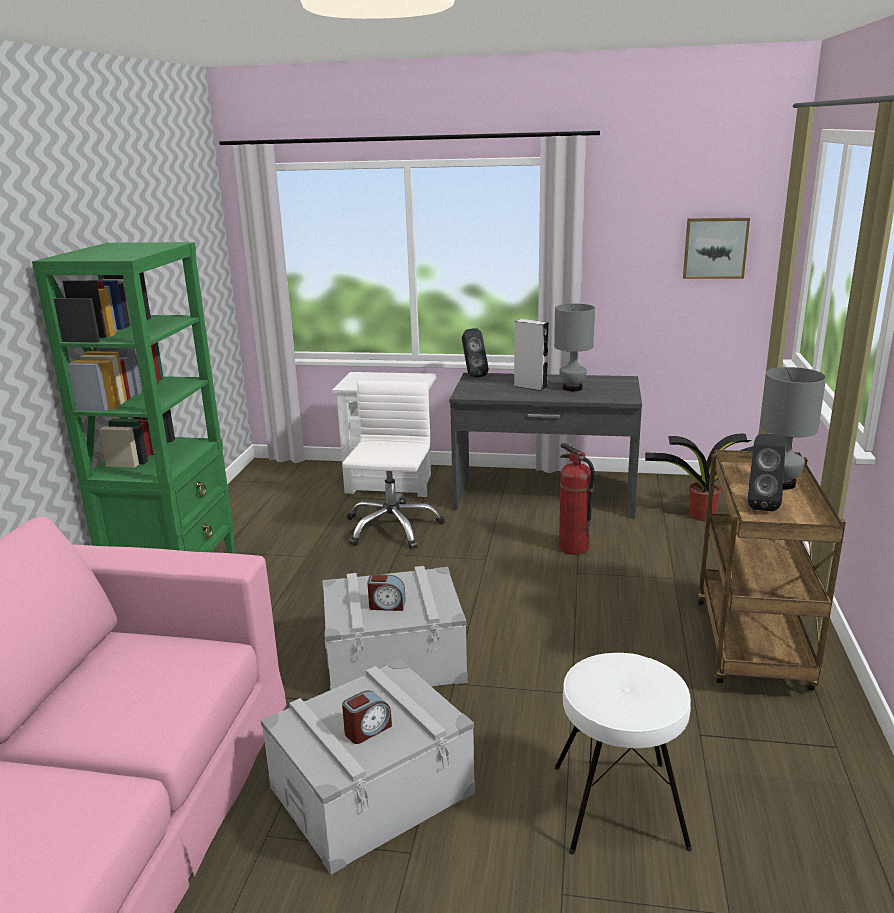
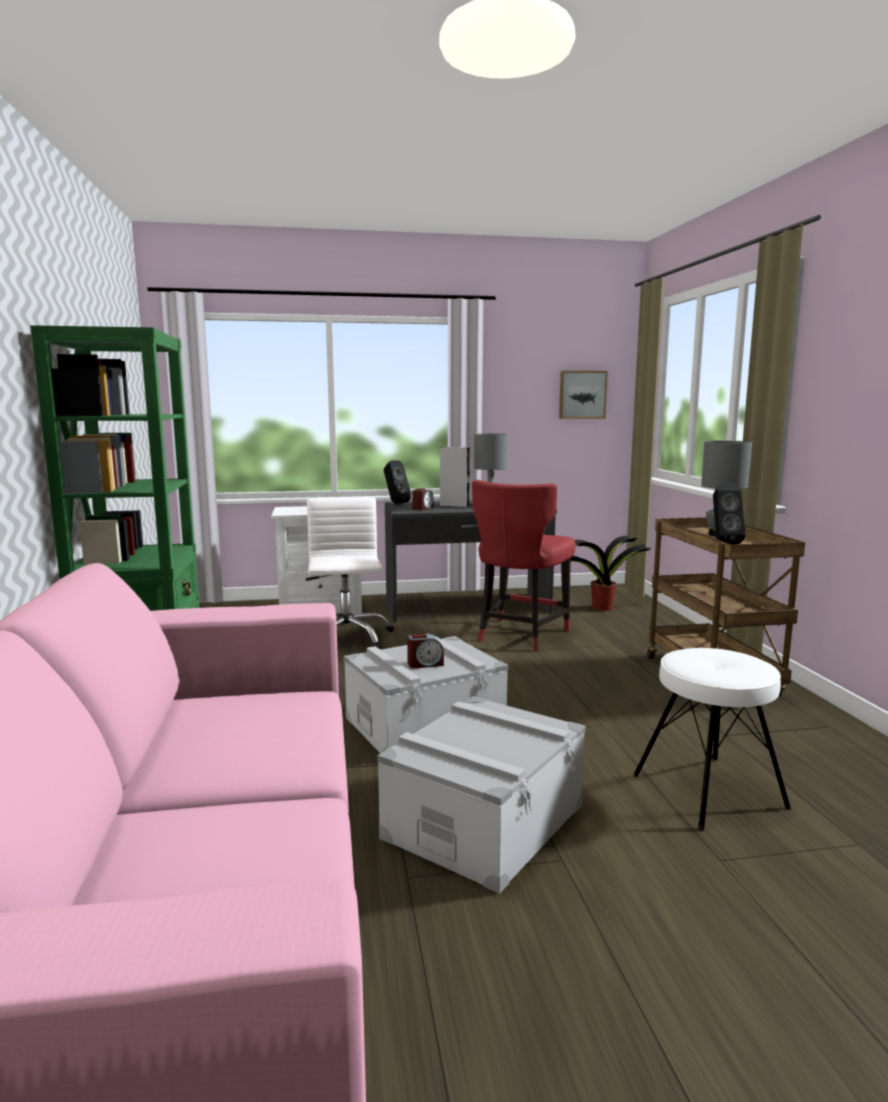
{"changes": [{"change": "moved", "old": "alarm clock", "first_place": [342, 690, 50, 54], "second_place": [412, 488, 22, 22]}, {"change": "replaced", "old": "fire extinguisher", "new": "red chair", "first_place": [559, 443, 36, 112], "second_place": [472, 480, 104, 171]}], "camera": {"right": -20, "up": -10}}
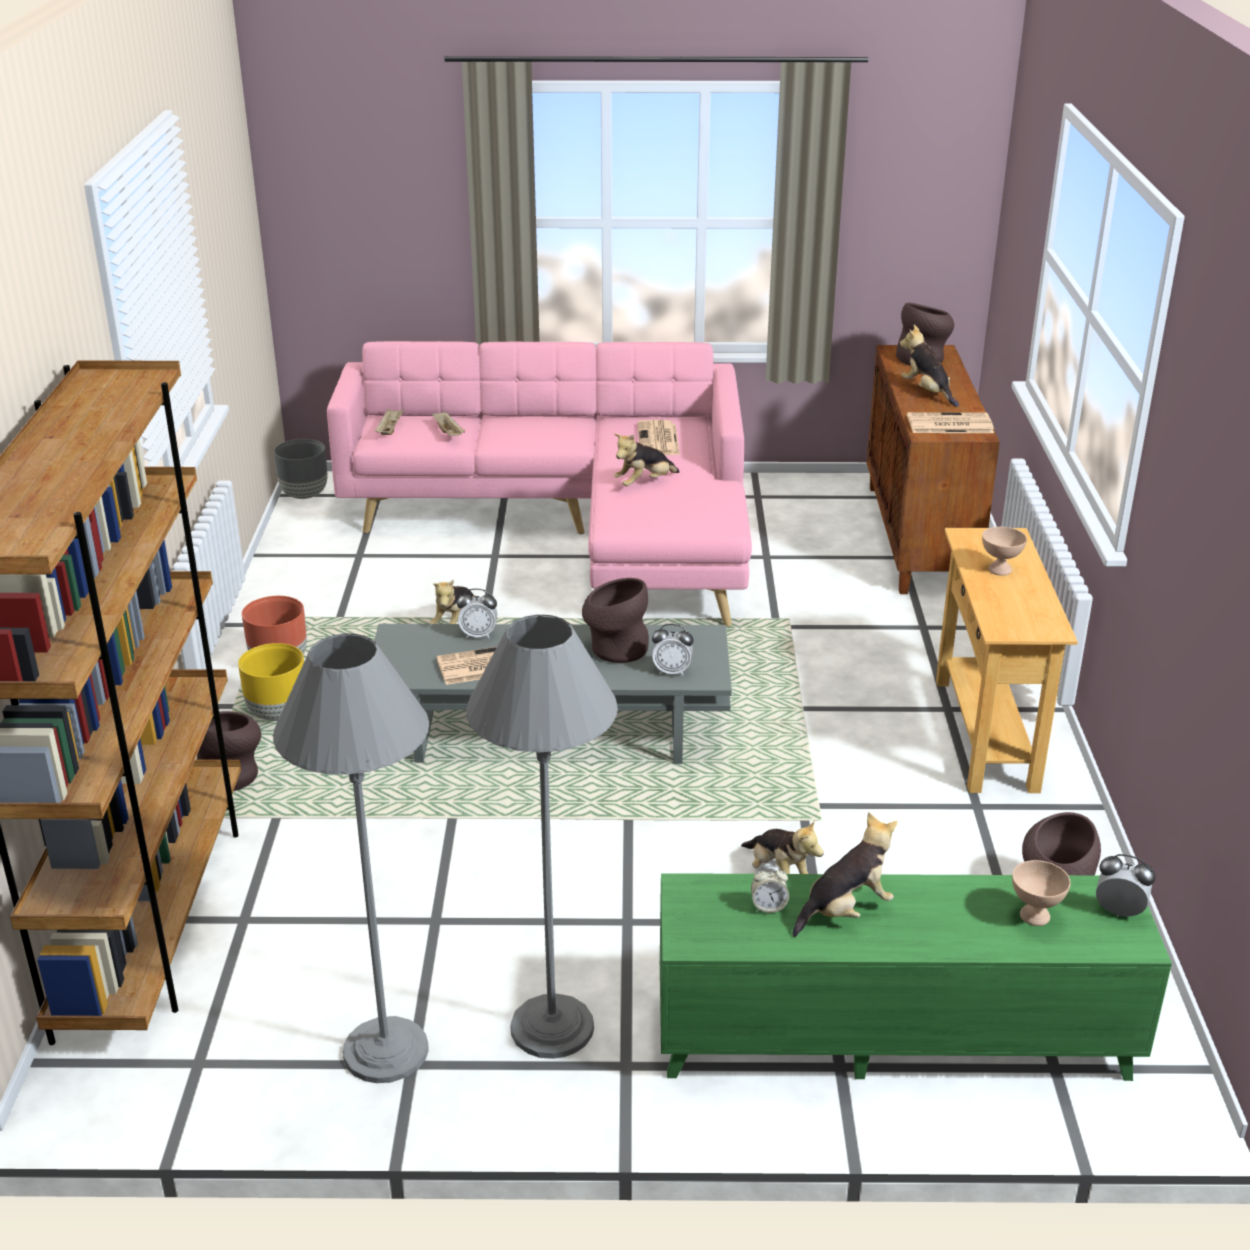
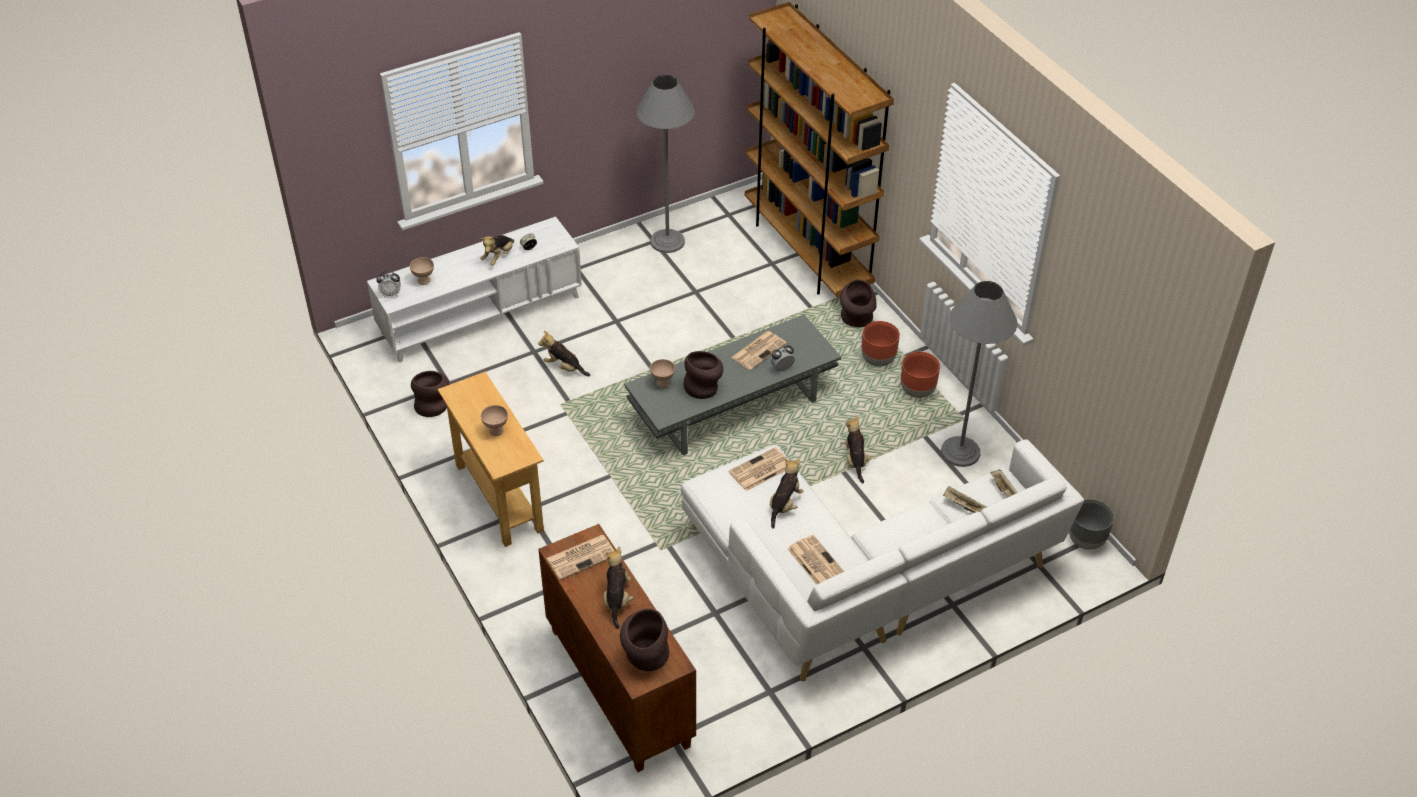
{"changes": [{"change": "recoloured", "old": "green tv stand", "new": "white tv stand", "first_place": [660, 873, 512, 208], "second_place": [367, 217, 215, 145]}, {"change": "turned", "old": "plush toy", "first_place": [900, 325, 59, 82], "second_place": [603, 546, 31, 83], "degrees": -120}, {"change": "replaced", "old": "alarm clock", "new": "beige bowl", "first_place": [652, 624, 42, 52], "second_place": [650, 359, 25, 29]}, {"change": "recoloured", "old": "pink sofa", "new": "white sofa", "first_place": [327, 341, 425, 285], "second_place": [681, 439, 403, 242]}, {"change": "added", "new": "newspaper", "second_place": [729, 447, 59, 44]}, {"change": "recoloured", "old": "yellow planter", "new": "brown planter", "first_place": [238, 643, 66, 78], "second_place": [861, 321, 39, 46]}, {"change": "moved", "old": "grey floor lamp", "first_place": [466, 615, 152, 444], "second_place": [941, 281, 76, 186]}], "camera": {"right": 150, "up": 15}}
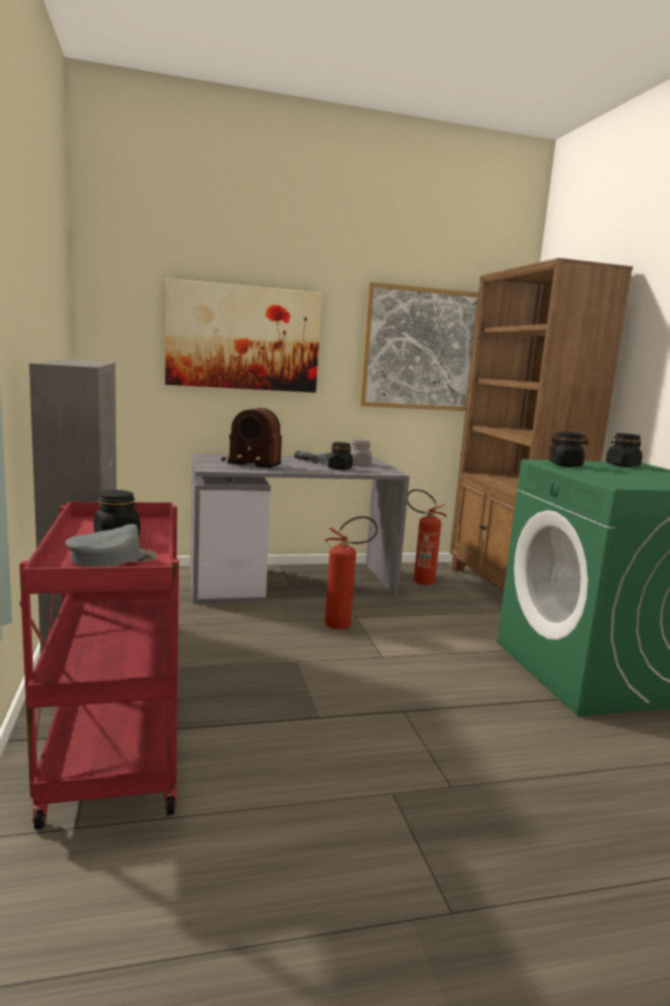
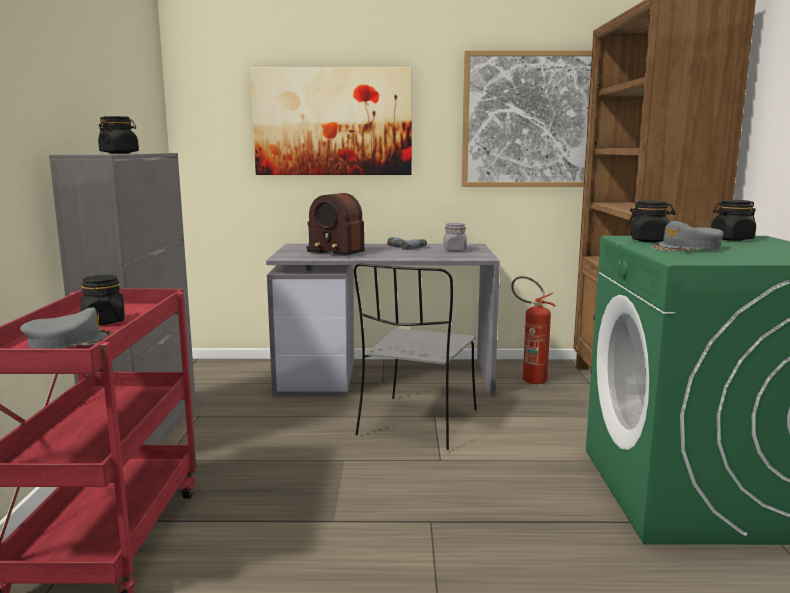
{"changes": [{"change": "moved", "old": "black jar", "first_place": [327, 442, 26, 28], "second_place": [98, 116, 41, 37]}, {"change": "replaced", "old": "fire extinguisher", "new": "grey chair", "first_place": [325, 516, 53, 113], "second_place": [354, 263, 123, 187]}, {"change": "added", "new": "grey cap", "second_place": [651, 221, 73, 31]}], "camera": {"right": 15, "up": 0}}
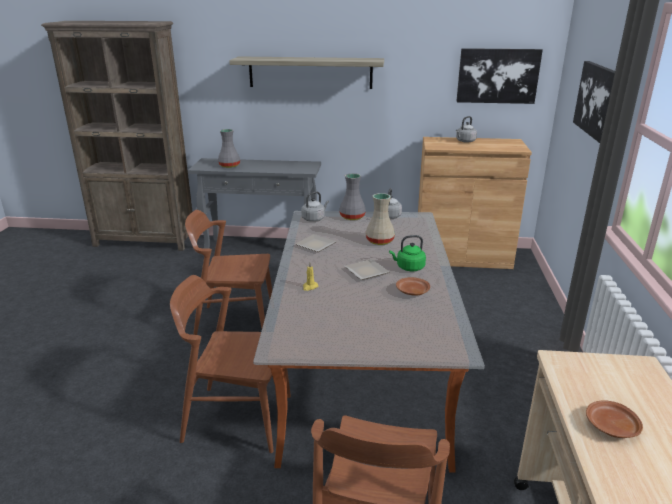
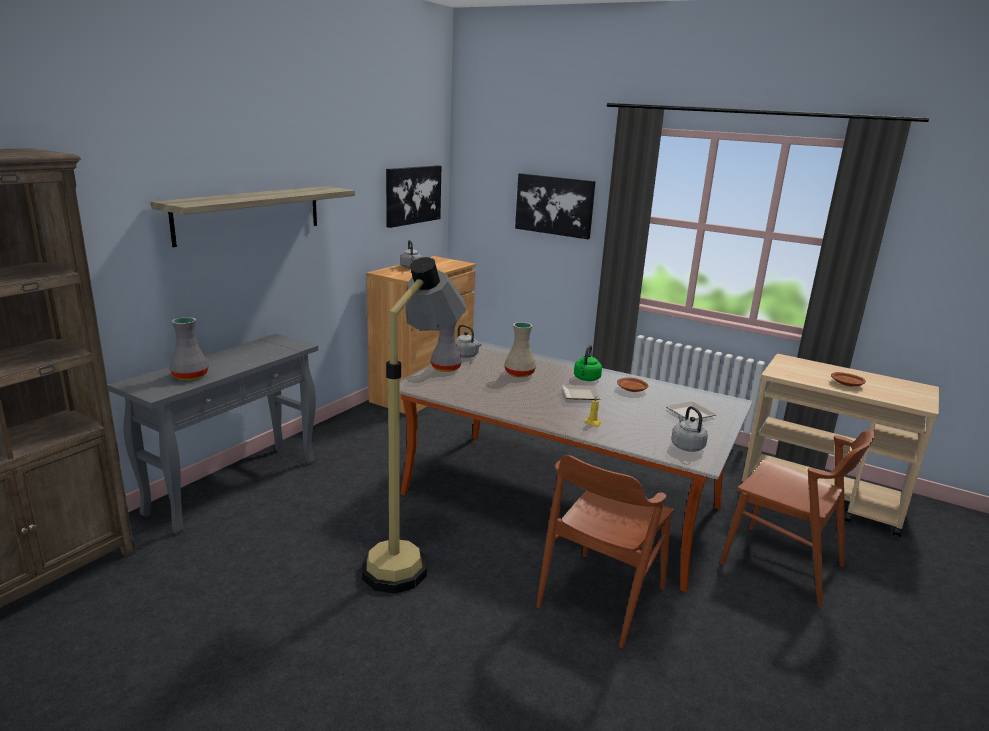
{"changes": [{"change": "replaced", "old": "brown chair", "new": "floor lamp", "first_place": [185, 210, 87, 125], "second_place": [362, 257, 104, 337]}, {"change": "moved", "old": "plate", "first_place": [295, 234, 42, 18], "second_place": [665, 401, 51, 19]}, {"change": "moved", "old": "grey kettle", "first_place": [301, 192, 28, 30], "second_place": [671, 406, 37, 46]}], "camera": {"right": -65, "up": -5}}
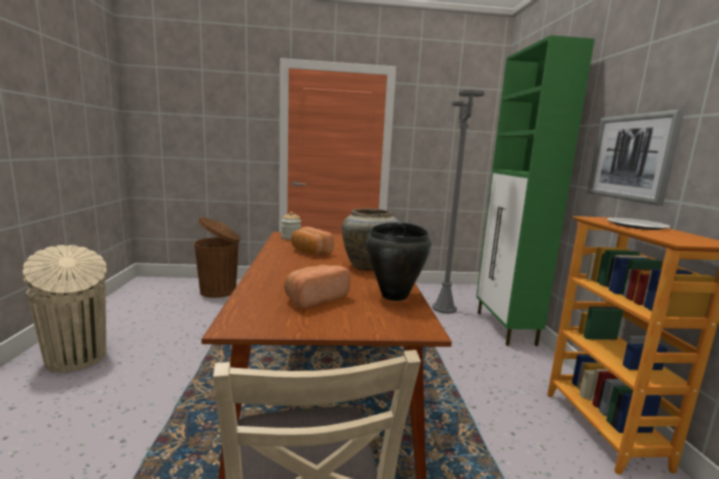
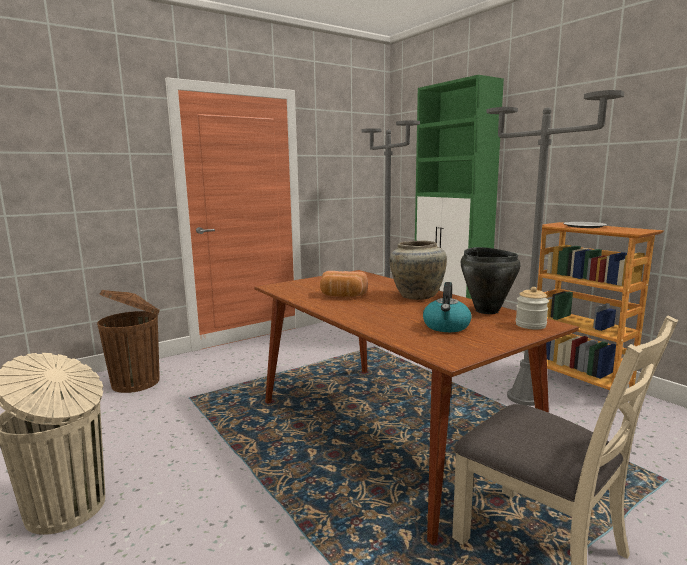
{"changes": [{"change": "replaced", "old": "bread", "new": "kettle", "first_place": [284, 265, 67, 44], "second_place": [423, 282, 49, 50]}, {"change": "added", "new": "grey floor lamp", "second_place": [486, 90, 138, 316]}, {"change": "moved", "old": "jar", "first_place": [281, 212, 20, 28], "second_place": [516, 287, 33, 43]}, {"change": "removed", "old": "picture", "first_place": [587, 109, 97, 97]}], "camera": {"right": -30, "up": 0}}
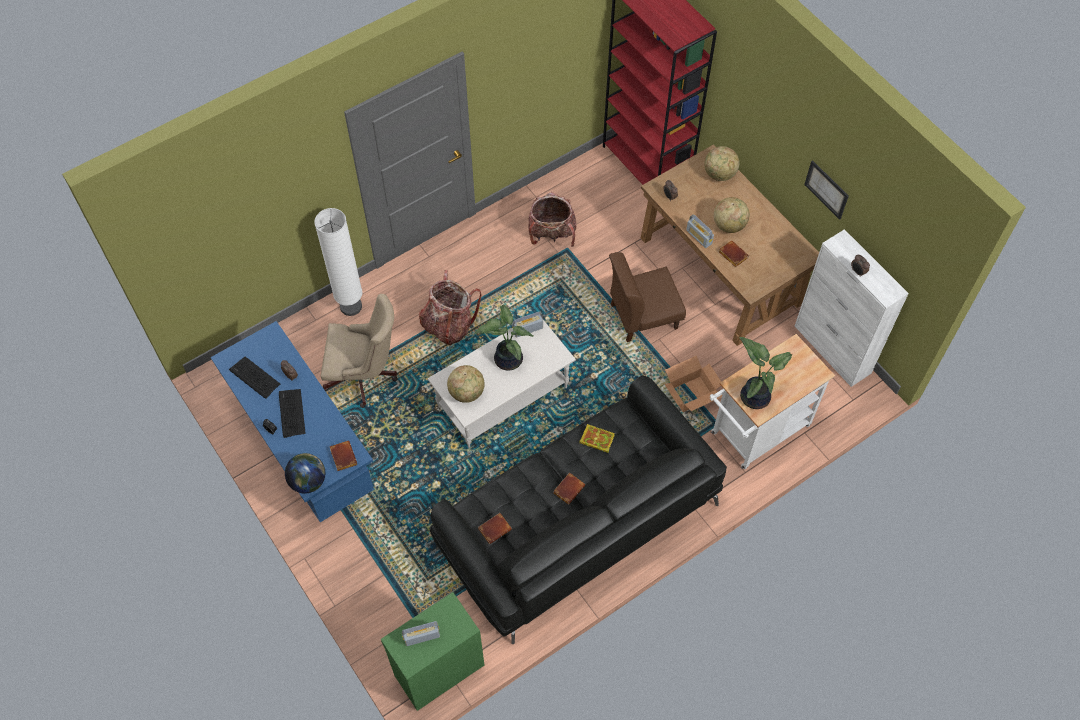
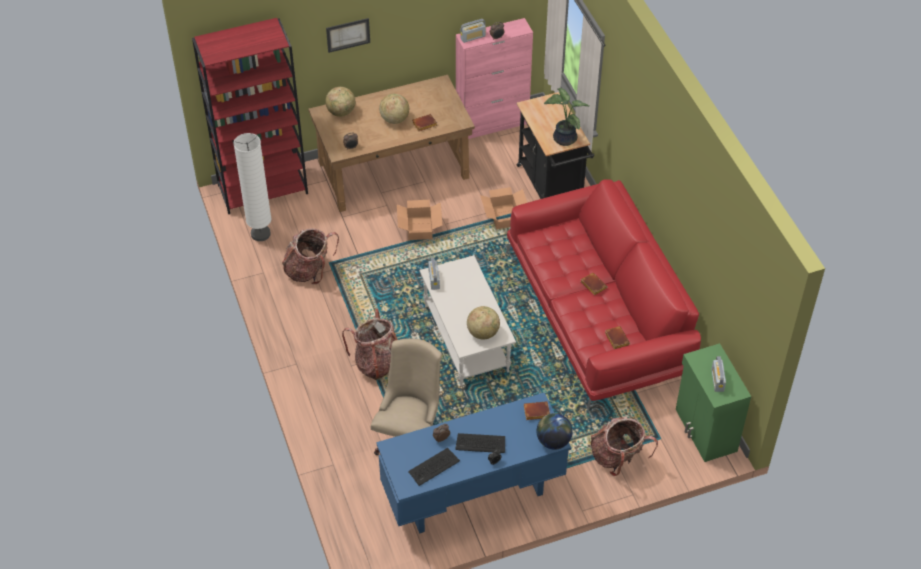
{"changes": [{"change": "moved", "old": "white floor lamp", "first_place": [314, 208, 48, 108], "second_place": [233, 133, 39, 108]}, {"change": "moved", "old": "picture", "first_place": [804, 160, 45, 60], "second_place": [326, 18, 44, 35]}, {"change": "replaced", "old": "brown chair", "new": "cardboard box", "first_place": [609, 252, 77, 90], "second_place": [397, 200, 46, 41]}, {"change": "recoloured", "old": "white cabinet", "new": "pink cabinet", "first_place": [795, 229, 114, 158], "second_place": [456, 18, 77, 121]}, {"change": "moved", "old": "radio", "first_place": [686, 214, 28, 34], "second_place": [460, 19, 26, 24]}, {"change": "recoloured", "old": "black sofa", "new": "red sofa", "first_place": [430, 376, 297, 268], "second_place": [506, 179, 195, 231]}, {"change": "recoloured", "old": "white cart", "new": "black cart", "first_place": [710, 334, 125, 135], "second_place": [517, 92, 77, 107]}, {"change": "added", "new": "backpack", "second_place": [591, 417, 67, 59]}, {"change": "removed", "old": "potted plant", "first_place": [475, 305, 59, 66]}, {"change": "removed", "old": "book", "first_place": [579, 424, 36, 29]}], "camera": {"right": -75, "up": -10}}
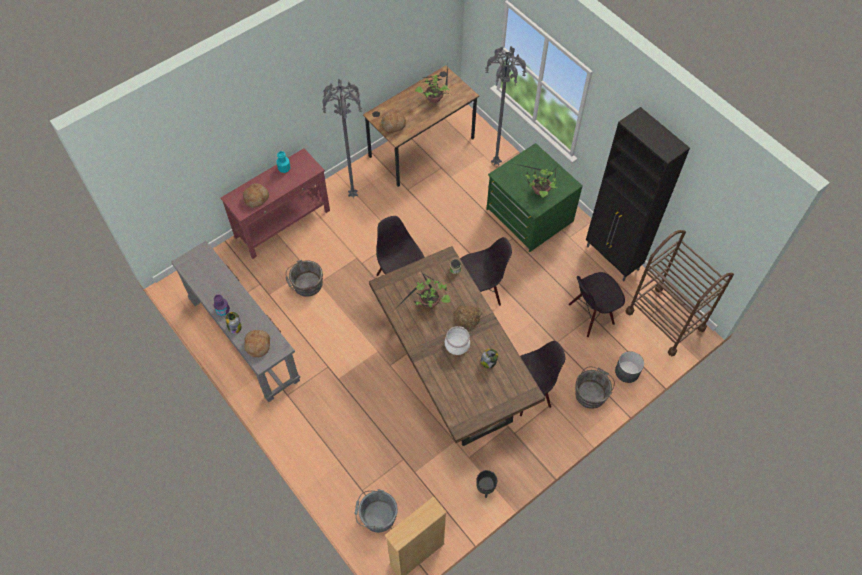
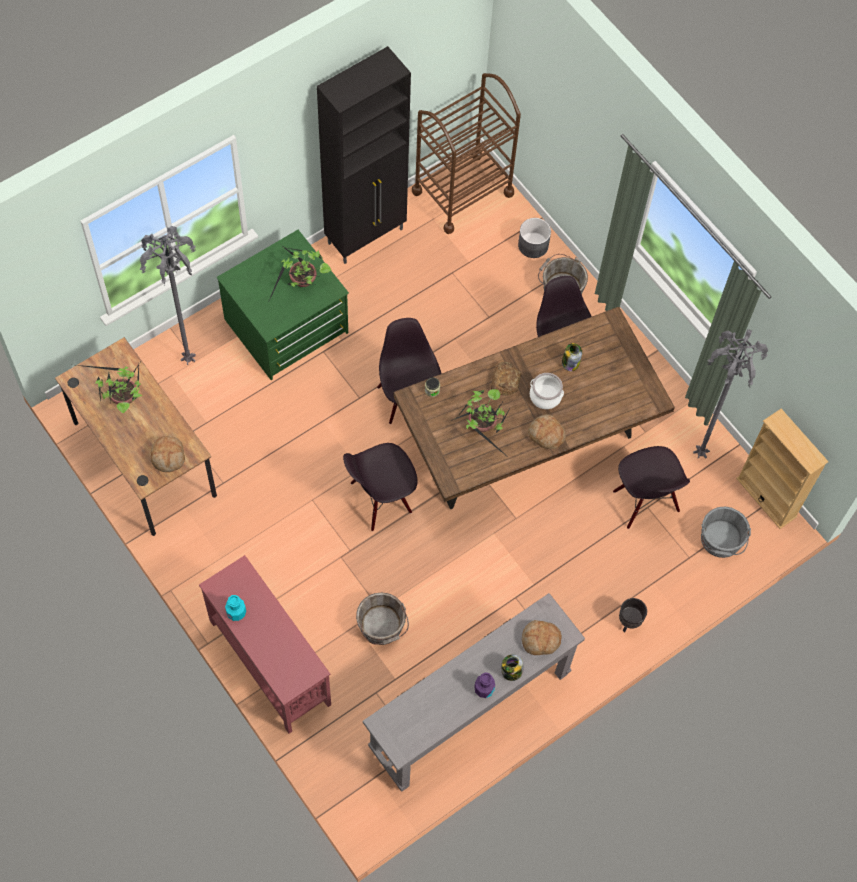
{"changes": [{"change": "moved", "old": "bread", "first_place": [243, 183, 26, 25], "second_place": [528, 414, 38, 35]}, {"change": "moved", "old": "black chair", "first_place": [569, 272, 56, 65], "second_place": [613, 446, 77, 83]}, {"change": "moved", "old": "black planter", "first_place": [476, 470, 21, 28], "second_place": [619, 598, 28, 34]}, {"change": "moved", "old": "grey floor lamp", "first_place": [322, 79, 40, 119], "second_place": [693, 329, 75, 130]}], "camera": {"right": -90, "up": 5}}
